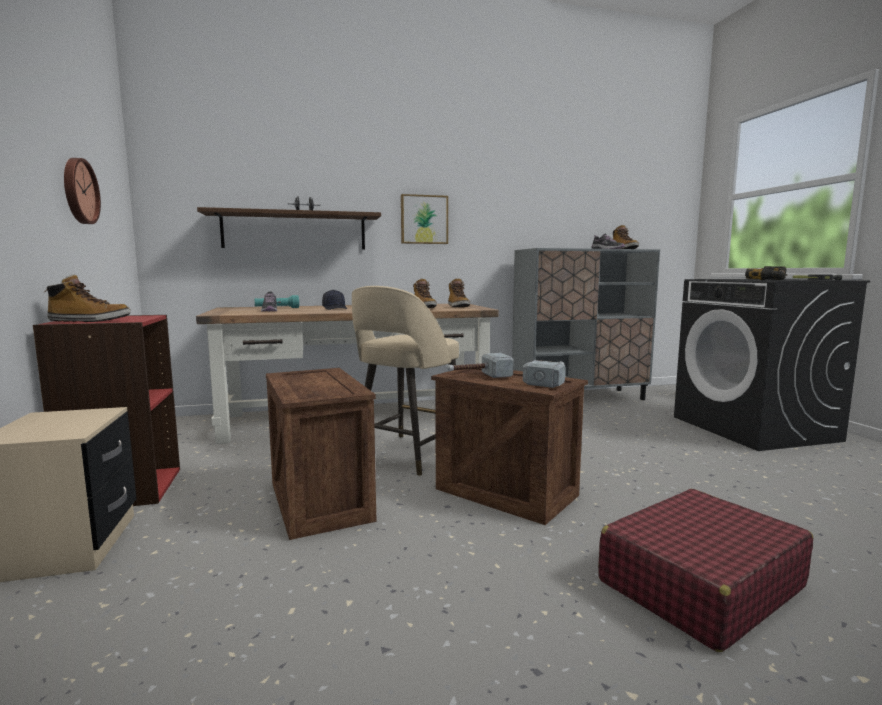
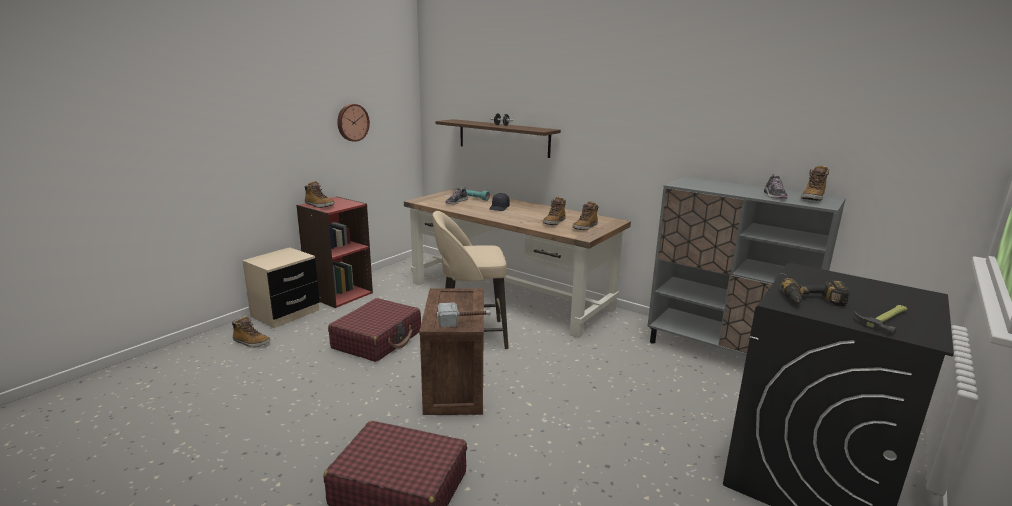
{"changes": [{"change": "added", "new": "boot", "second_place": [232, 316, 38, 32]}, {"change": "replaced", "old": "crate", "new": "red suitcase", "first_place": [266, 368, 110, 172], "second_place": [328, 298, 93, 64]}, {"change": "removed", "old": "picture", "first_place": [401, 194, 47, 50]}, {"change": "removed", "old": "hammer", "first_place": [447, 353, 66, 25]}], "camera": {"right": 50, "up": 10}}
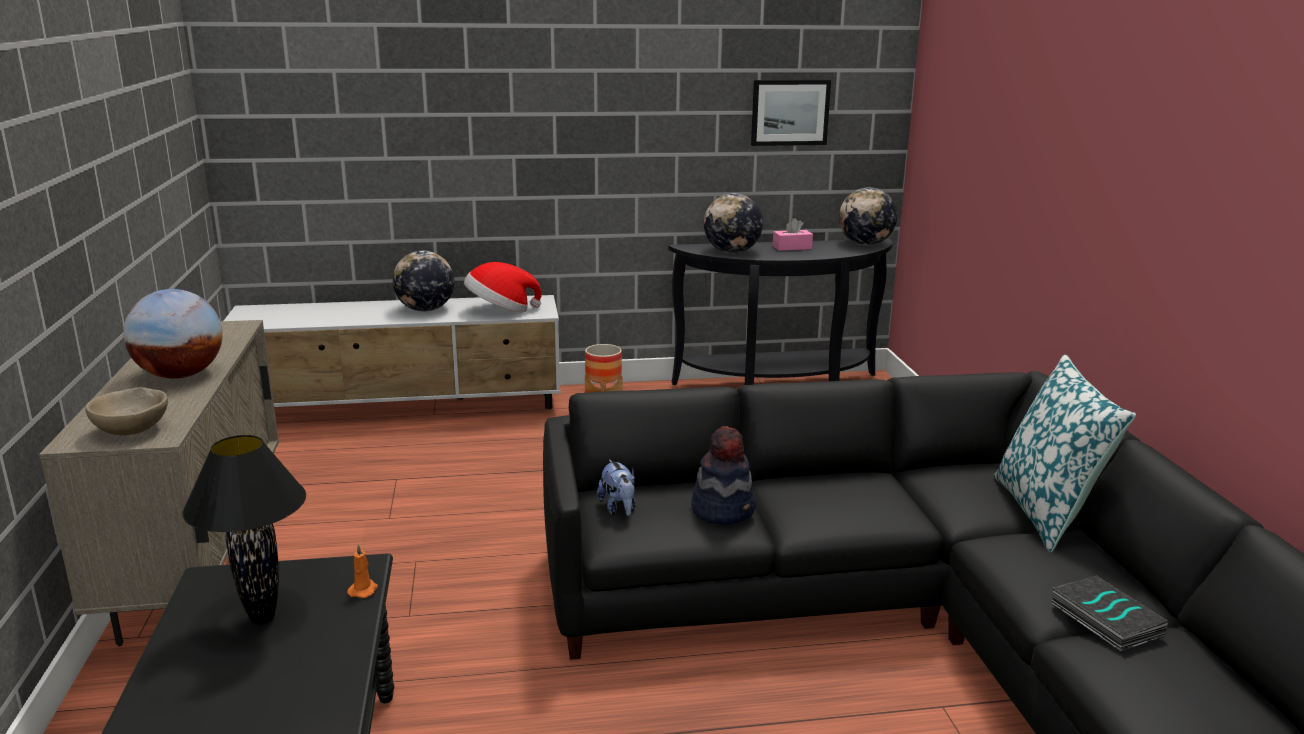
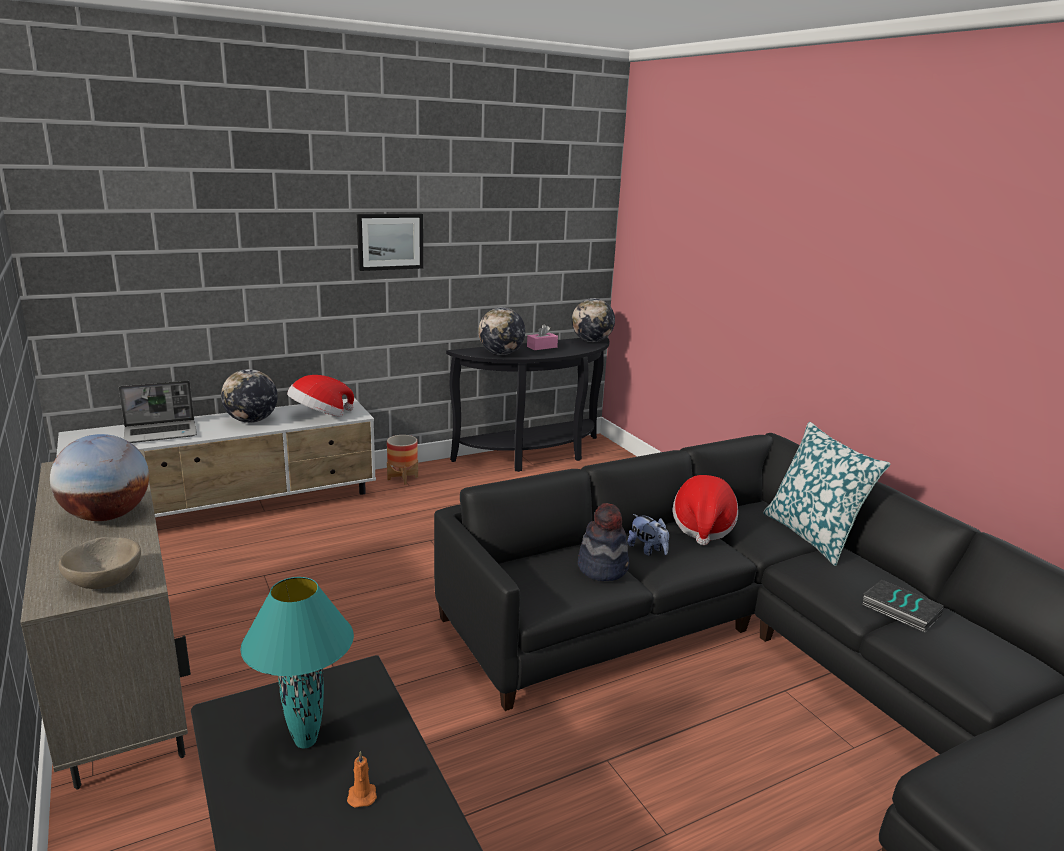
{"changes": [{"change": "added", "new": "laptop", "second_place": [119, 380, 78, 63]}, {"change": "recoloured", "old": "black table lamp", "new": "turquoise table lamp", "first_place": [182, 435, 124, 189], "second_place": [240, 577, 114, 171]}, {"change": "moved", "old": "orange candle", "first_place": [347, 543, 31, 55], "second_place": [347, 751, 30, 56]}, {"change": "moved", "old": "picture", "first_place": [751, 80, 80, 66], "second_place": [357, 214, 66, 57]}, {"change": "moved", "old": "plush toy", "first_place": [597, 459, 39, 57], "second_place": [627, 514, 42, 42]}, {"change": "added", "new": "hat", "second_place": [673, 475, 65, 70]}], "camera": {"right": -20, "up": 0}}
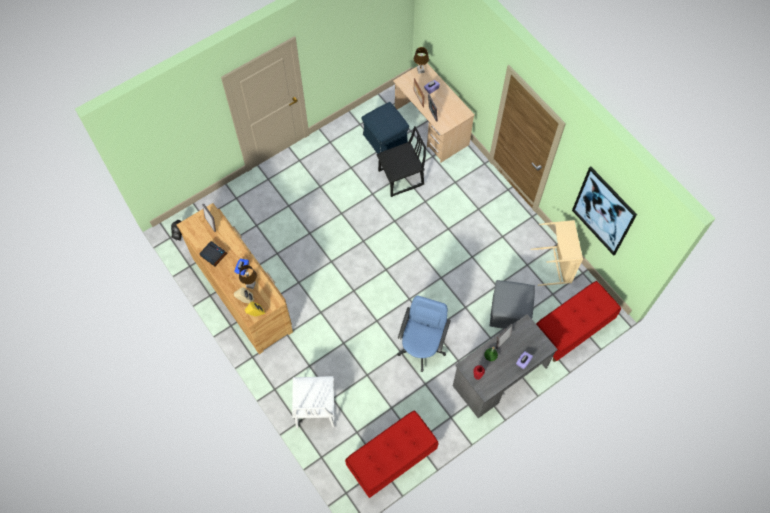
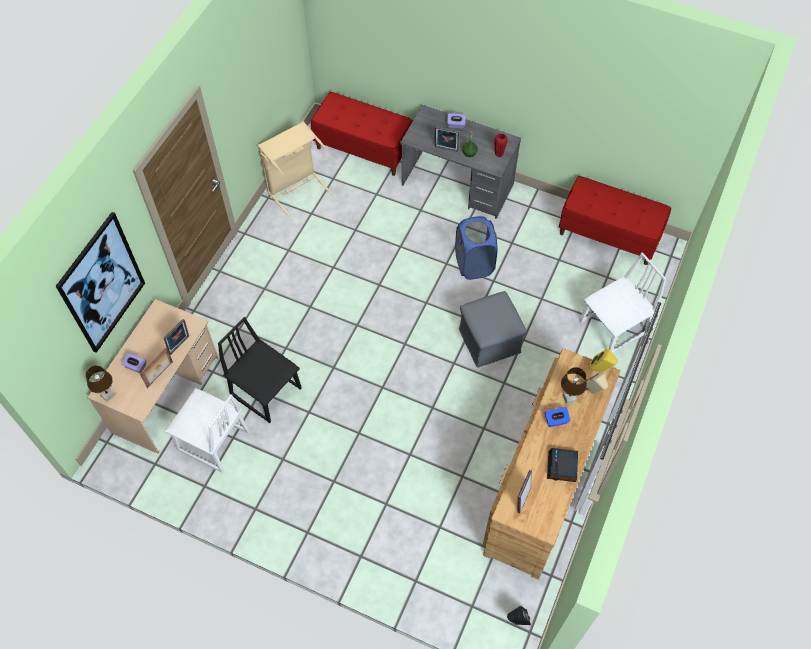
{"changes": [{"change": "moved", "old": "picture", "first_place": [572, 166, 65, 90], "second_place": [56, 212, 89, 141]}, {"change": "replaced", "old": "blue ottoman", "new": "white chair", "first_place": [362, 102, 47, 52], "second_place": [165, 388, 85, 85]}, {"change": "replaced", "old": "blue office chair", "new": "blue laundry basket", "first_place": [397, 296, 54, 76], "second_place": [455, 216, 43, 64]}, {"change": "moved", "old": "grey ottoman", "first_place": [489, 280, 46, 49], "second_place": [459, 291, 68, 77]}], "camera": {"right": -120, "up": -5}}
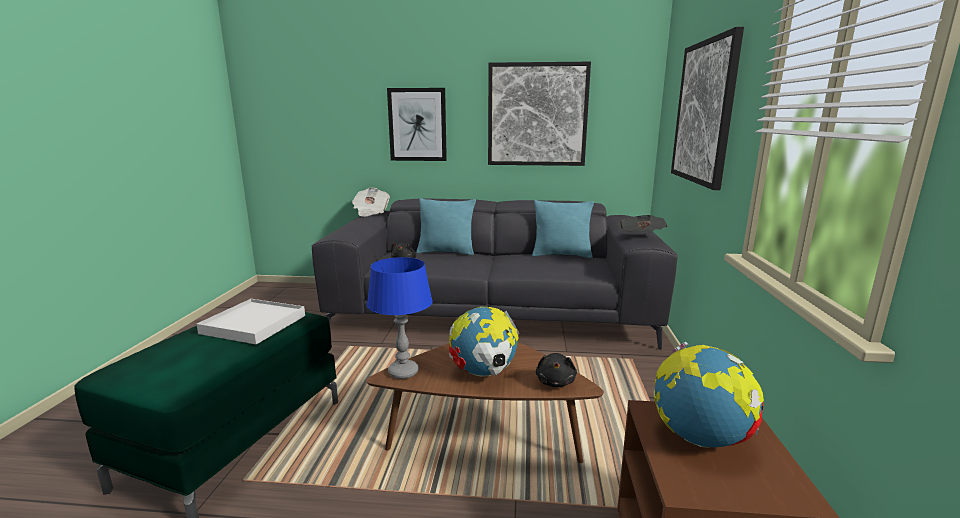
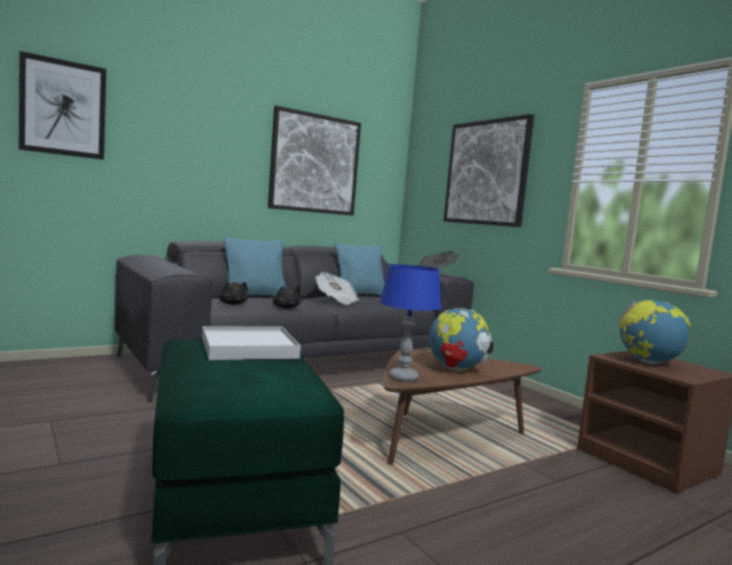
{"changes": [{"change": "moved", "old": "picture", "first_place": [387, 88, 60, 73], "second_place": [19, 51, 87, 109]}, {"change": "moved", "old": "black plush toy", "first_place": [536, 353, 41, 34], "second_place": [273, 286, 28, 23]}, {"change": "moved", "old": "newspaper", "first_place": [352, 188, 38, 29], "second_place": [315, 272, 44, 33]}], "camera": {"right": -40, "up": -10}}
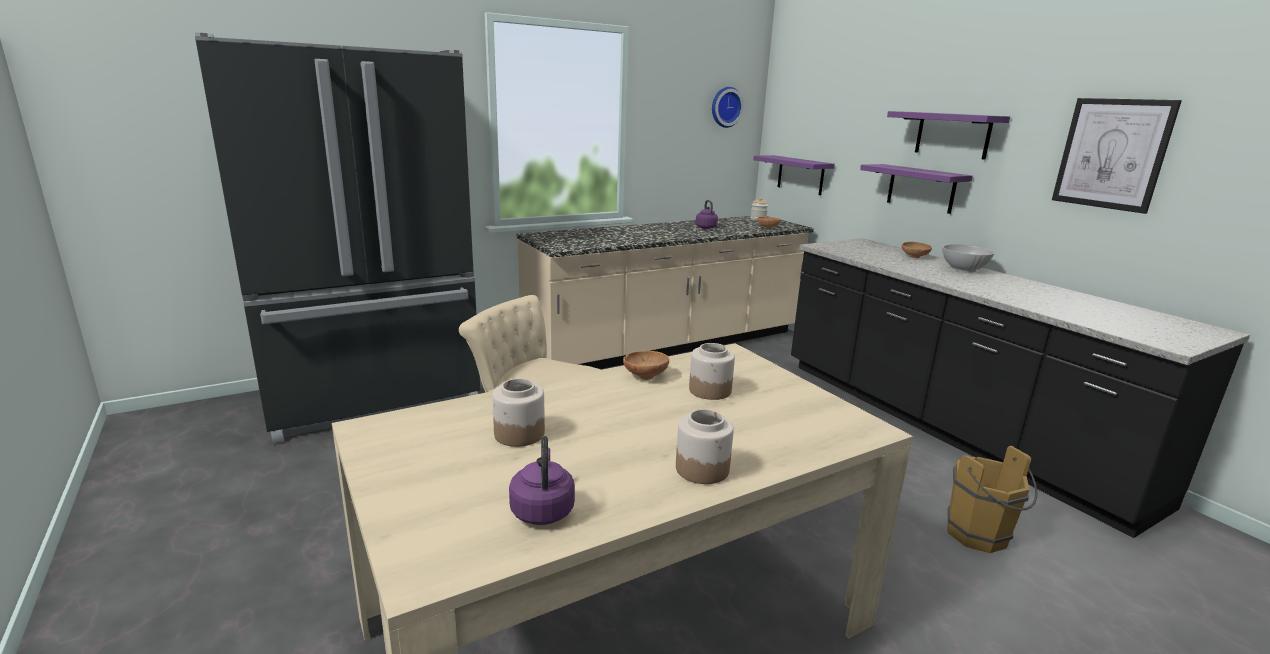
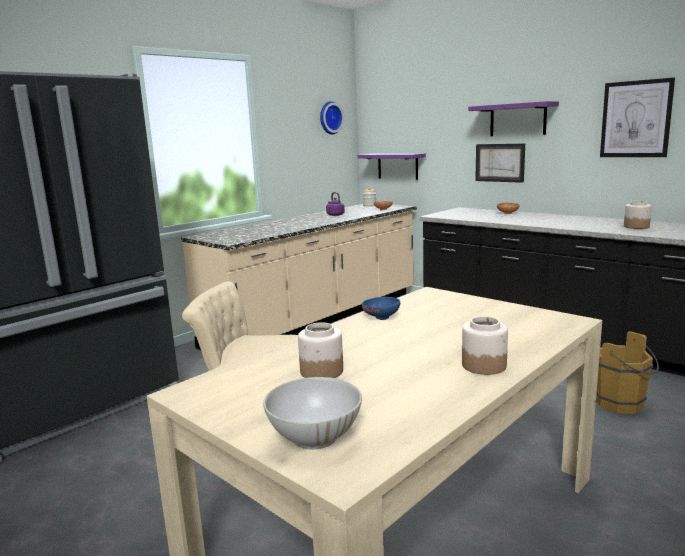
{"changes": [{"change": "moved", "old": "white bowl", "first_place": [942, 244, 53, 29], "second_place": [263, 377, 99, 72]}, {"change": "recoloured", "old": "brown bowl", "new": "blue bowl", "first_place": [623, 350, 46, 30], "second_place": [362, 297, 38, 23]}, {"change": "replaced", "old": "purple shelf", "new": "picture", "first_place": [860, 164, 113, 50], "second_place": [475, 144, 50, 39]}, {"change": "moved", "old": "jar", "first_place": [689, 343, 46, 57], "second_place": [624, 201, 28, 28]}, {"change": "removed", "old": "purple kettle", "first_place": [509, 436, 66, 89]}], "camera": {"right": -15, "up": -5}}
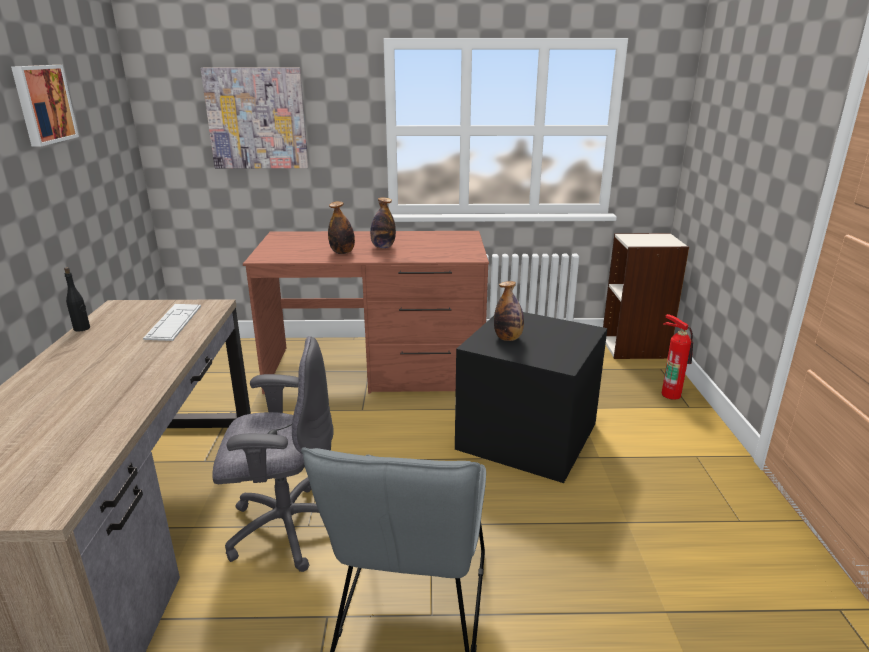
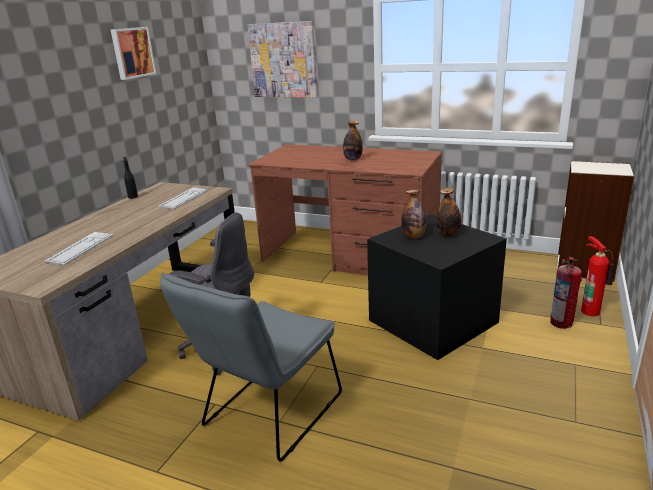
{"changes": [{"change": "added", "new": "keyboard", "second_place": [44, 232, 69, 33]}, {"change": "moved", "old": "bottle", "first_place": [328, 201, 27, 53], "second_place": [436, 188, 25, 48]}, {"change": "added", "new": "fire extinguisher", "second_place": [550, 257, 32, 72]}], "camera": {"right": 25, "up": 0}}
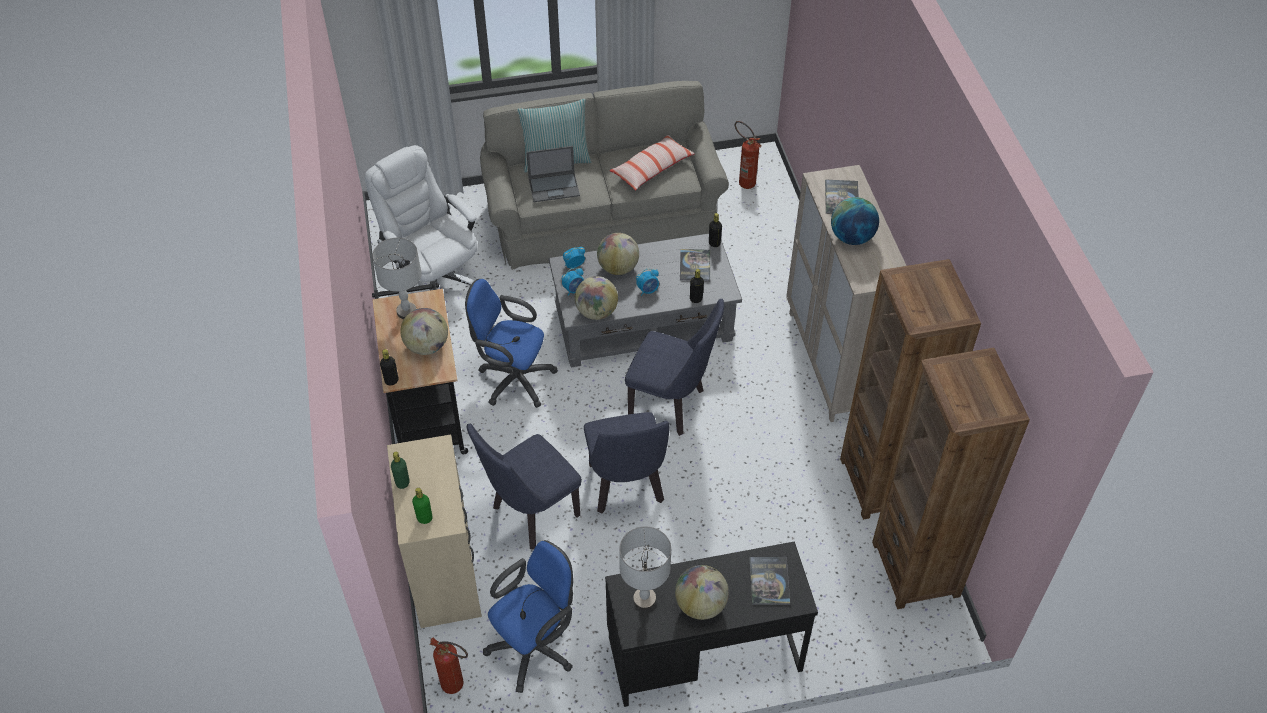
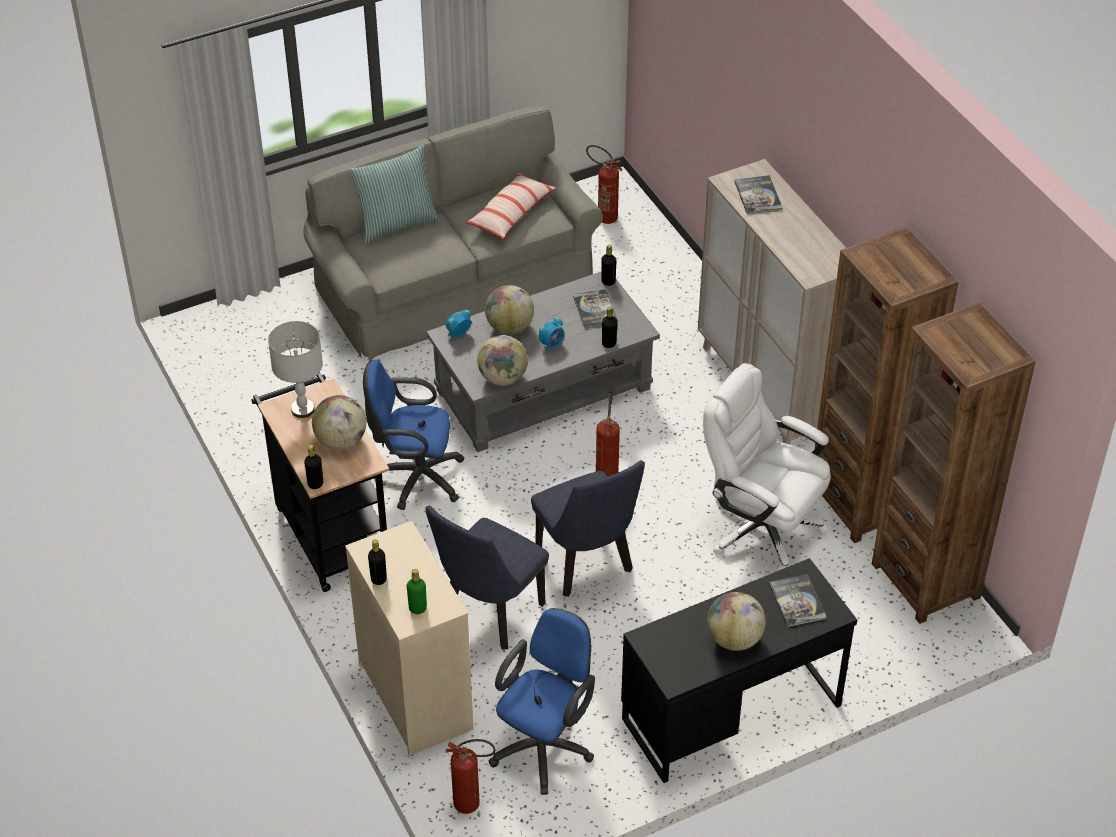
{"changes": [{"change": "recoloured", "old": "green bottle", "new": "black bottle", "first_place": [391, 452, 19, 37], "second_place": [368, 539, 19, 46]}, {"change": "replaced", "old": "blue chair", "new": "fire extinguisher", "first_place": [625, 299, 99, 137], "second_place": [596, 390, 24, 86]}, {"change": "moved", "old": "white office chair", "first_place": [365, 145, 112, 146], "second_place": [703, 363, 128, 208]}, {"change": "removed", "old": "laptop", "first_place": [526, 146, 54, 56]}, {"change": "removed", "old": "alarm clock", "first_place": [562, 268, 22, 28]}, {"change": "removed", "old": "grey table lamp", "first_place": [619, 527, 52, 83]}, {"change": "removed", "old": "globe", "first_place": [831, 197, 48, 48]}], "camera": {"right": -15, "up": -5}}
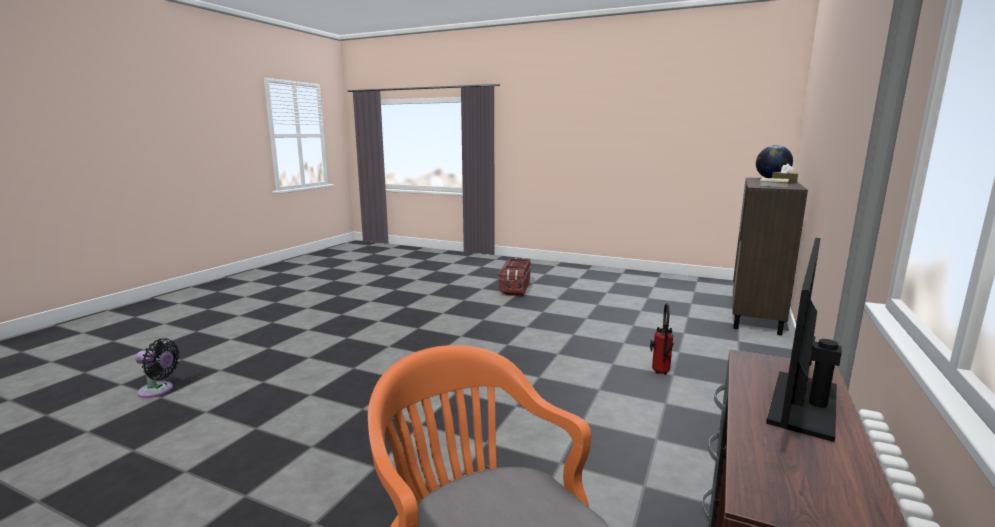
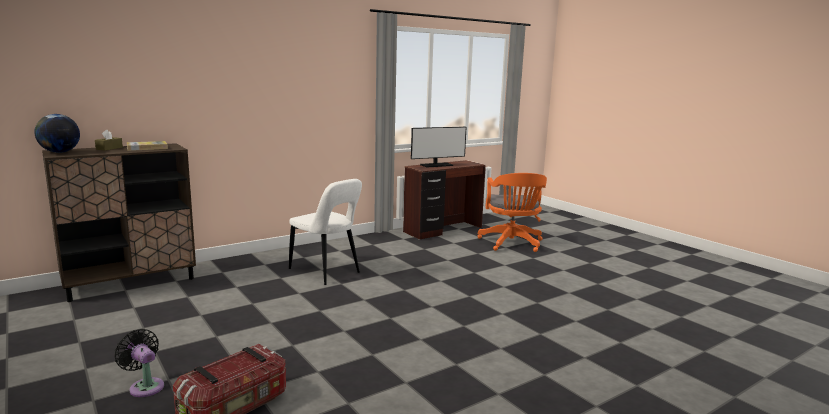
{"changes": [{"change": "moved", "old": "black fan", "first_place": [135, 338, 45, 60], "second_place": [114, 329, 50, 68]}, {"change": "replaced", "old": "fire extinguisher", "new": "white chair", "first_place": [650, 303, 24, 72], "second_place": [289, 179, 73, 106]}], "camera": {"right": -150, "up": 0}}
